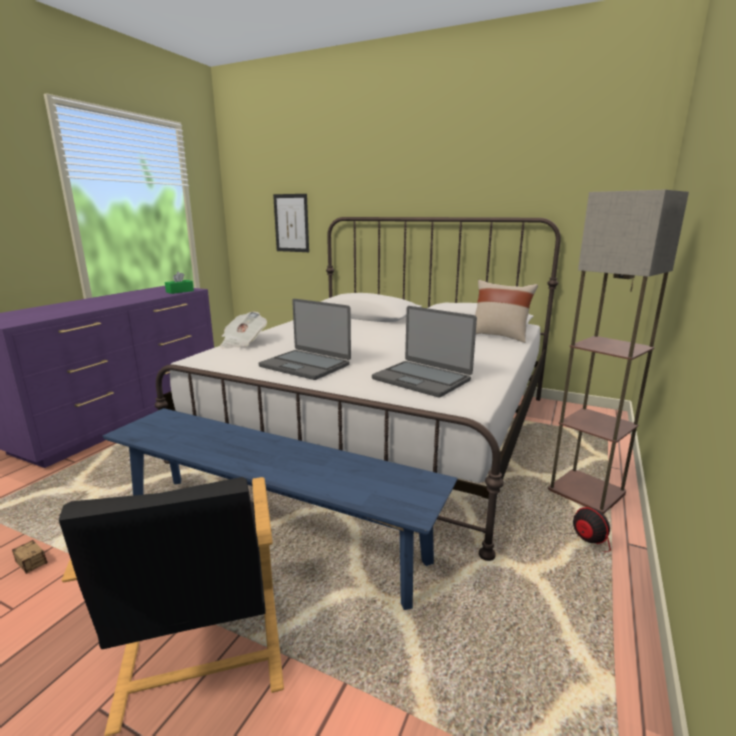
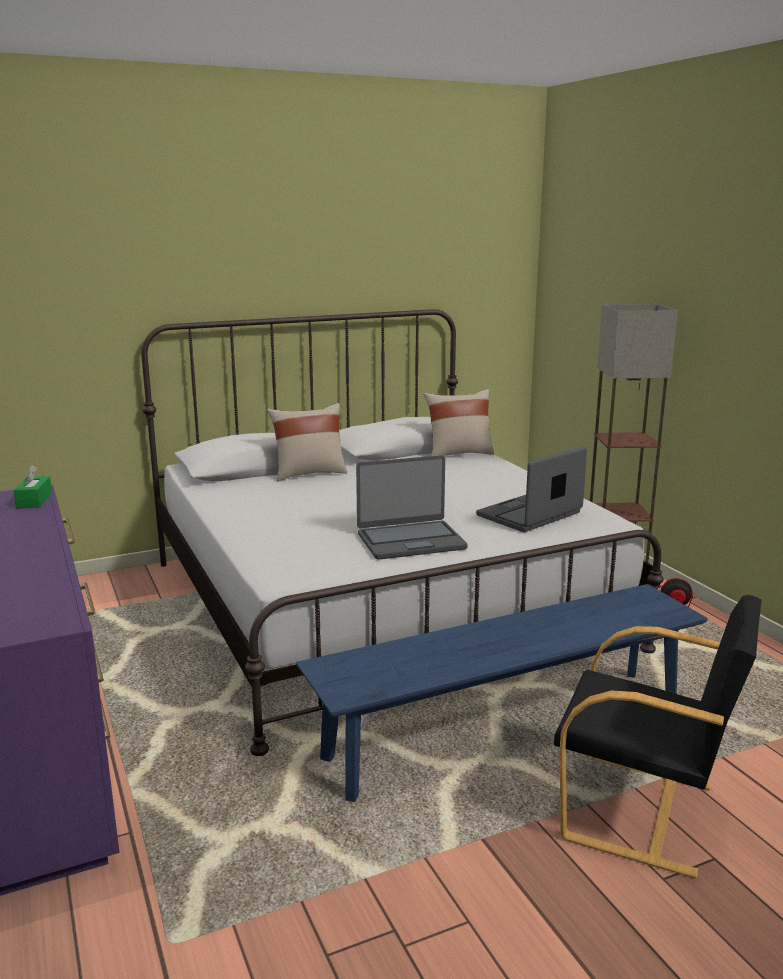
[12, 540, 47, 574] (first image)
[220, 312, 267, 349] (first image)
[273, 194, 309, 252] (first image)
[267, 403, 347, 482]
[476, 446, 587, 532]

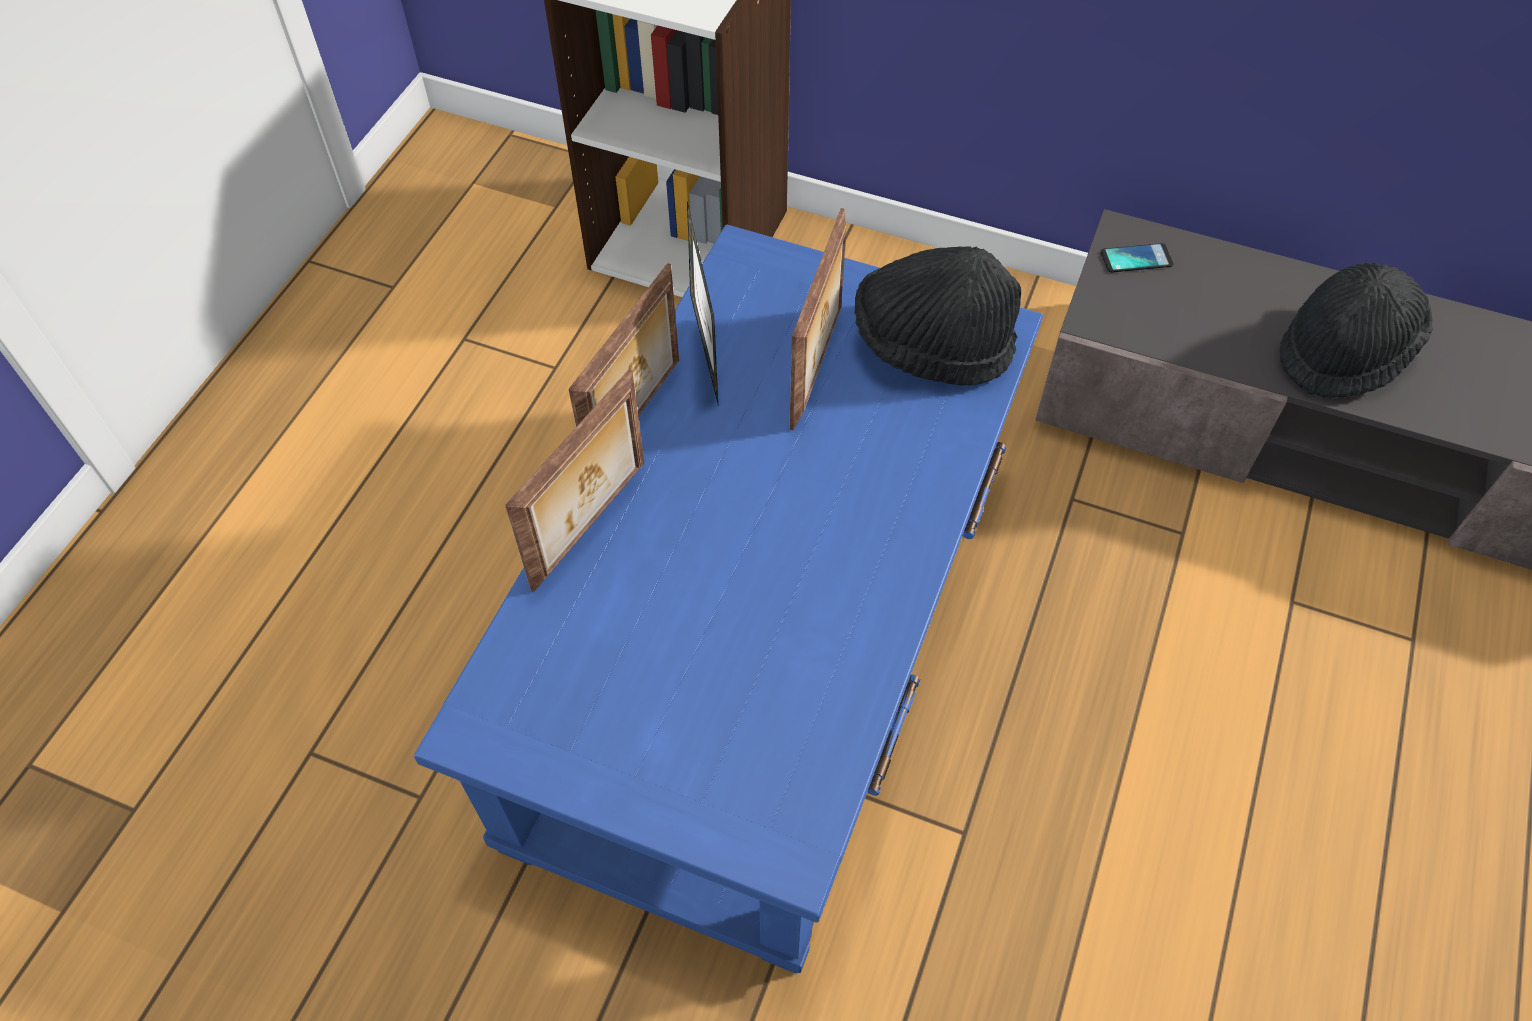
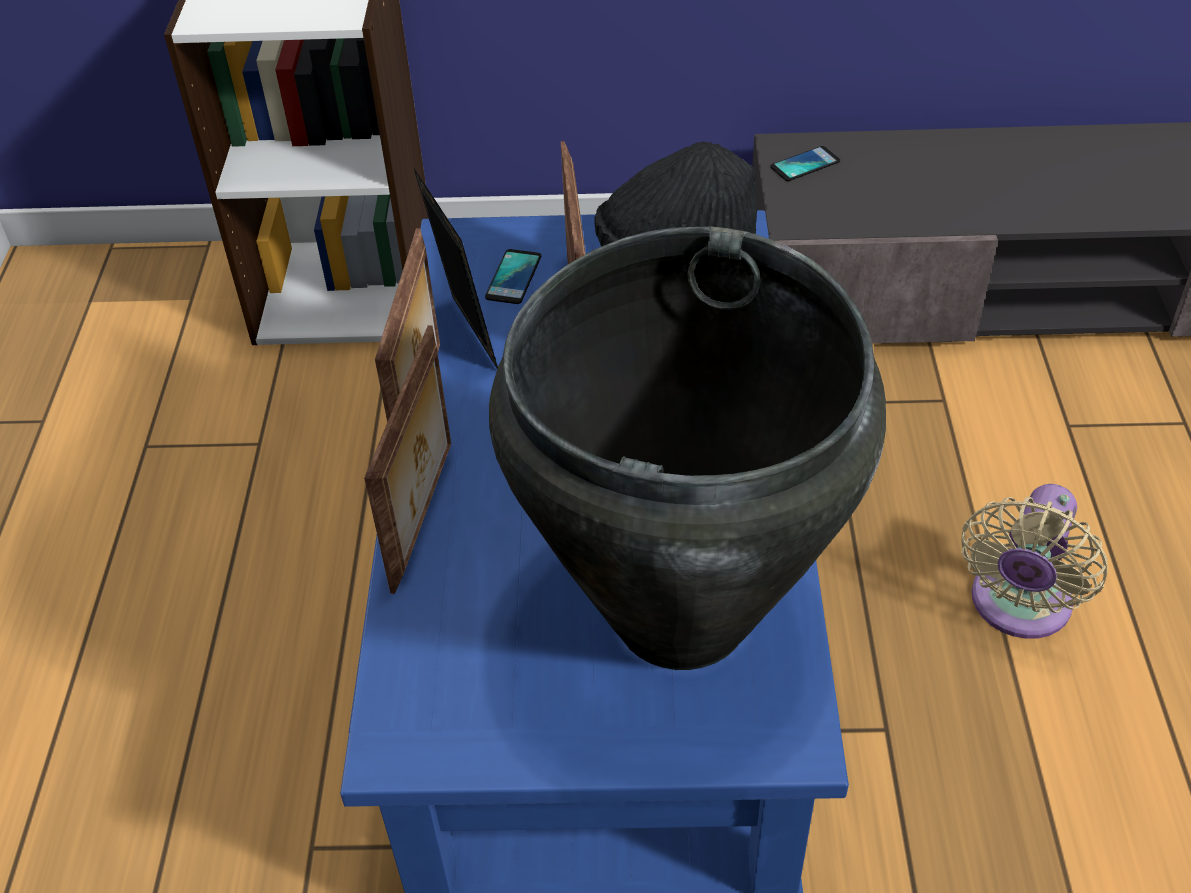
[1280, 263, 1433, 398] (first image)
[485, 249, 541, 304]
[489, 226, 886, 670]
[961, 484, 1108, 639]

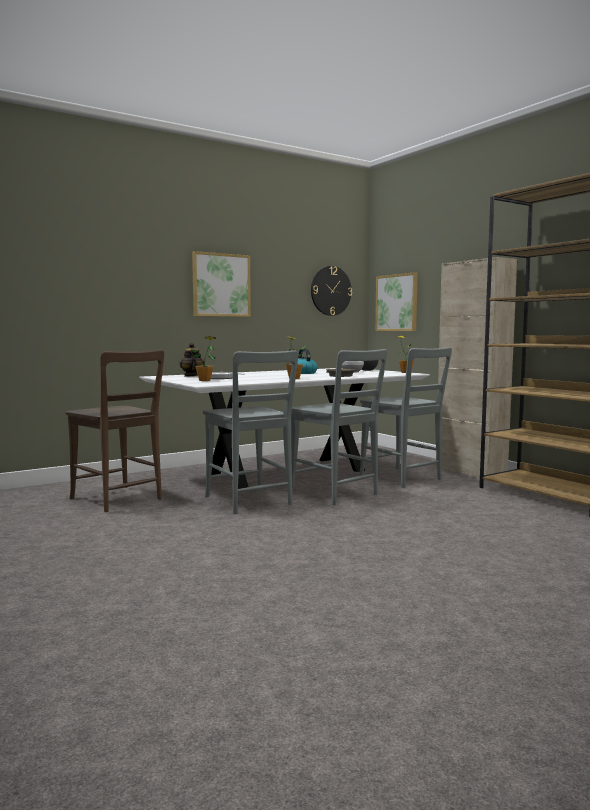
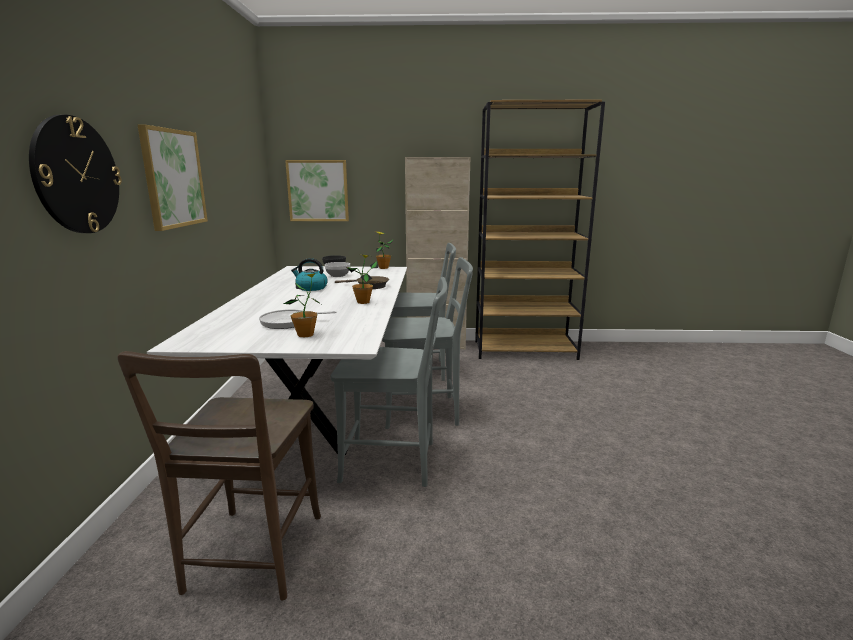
[179, 343, 204, 377] (first image)
[29, 115, 122, 233]
[118, 351, 321, 600]

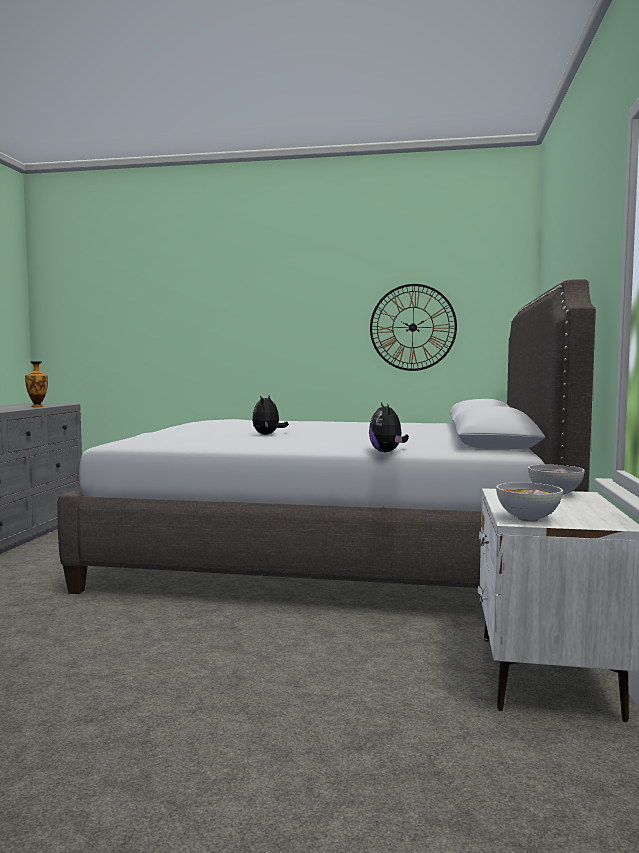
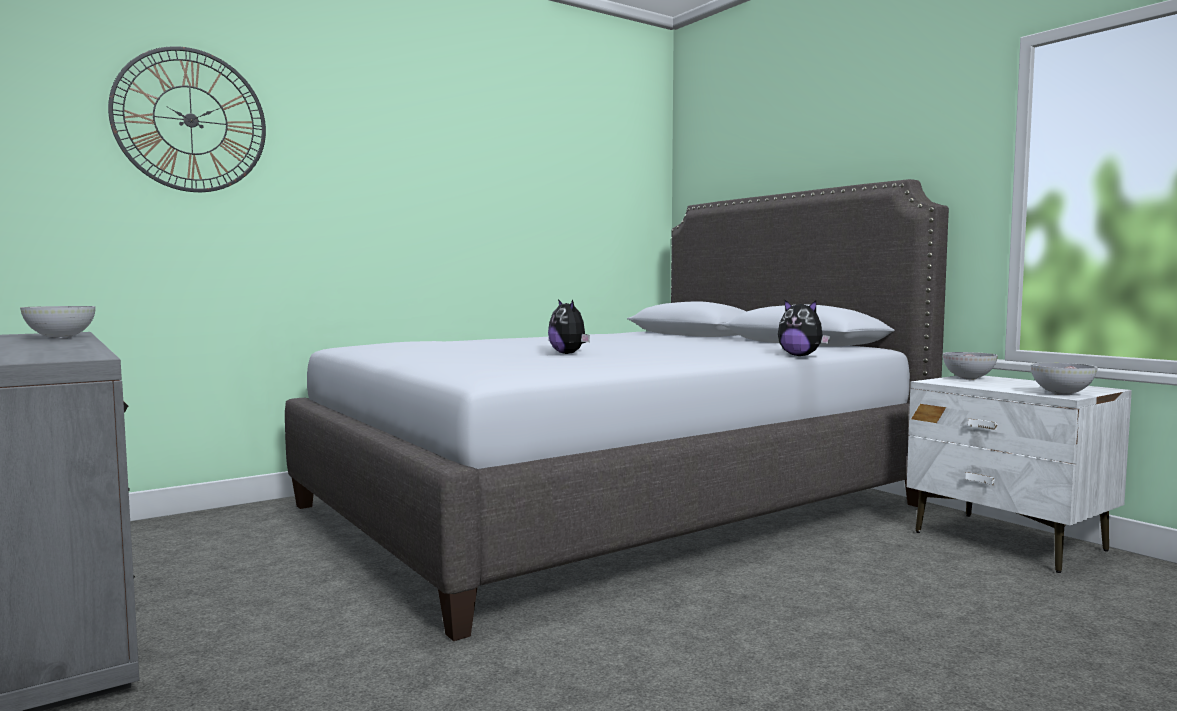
[108, 46, 266, 192]
[20, 306, 96, 339]

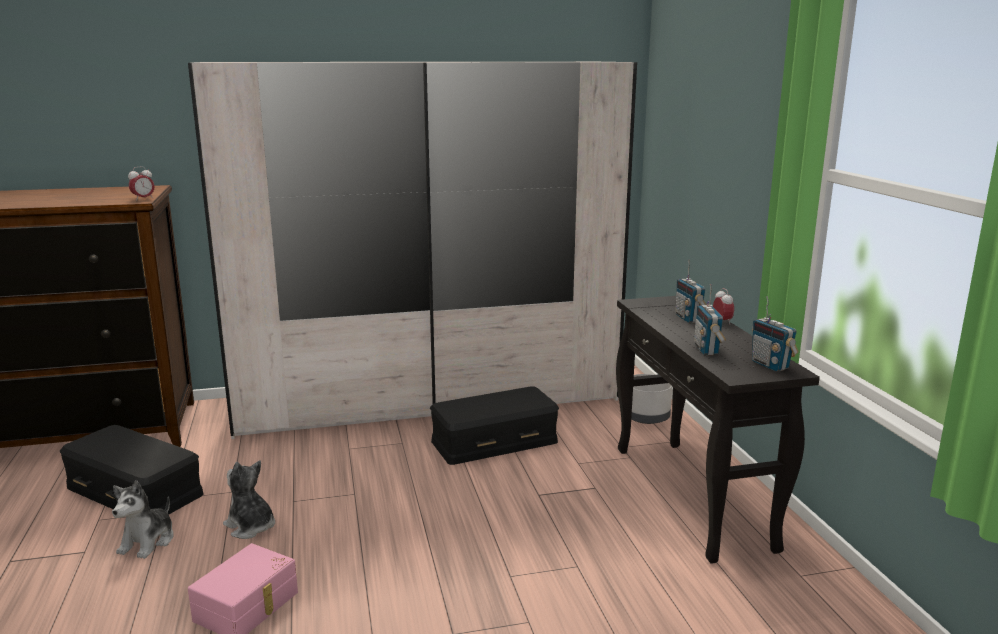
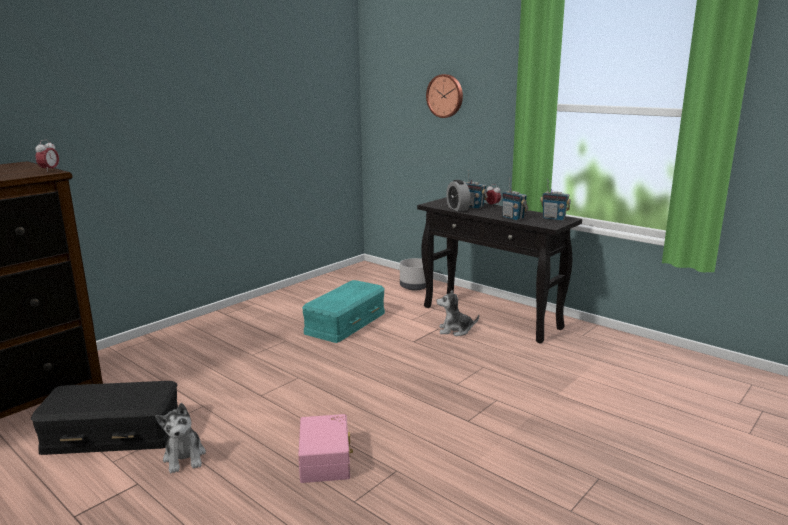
[188, 62, 637, 439] (first image)
[426, 74, 463, 118]
[446, 180, 470, 211]
[436, 290, 479, 336]
[302, 280, 385, 343]

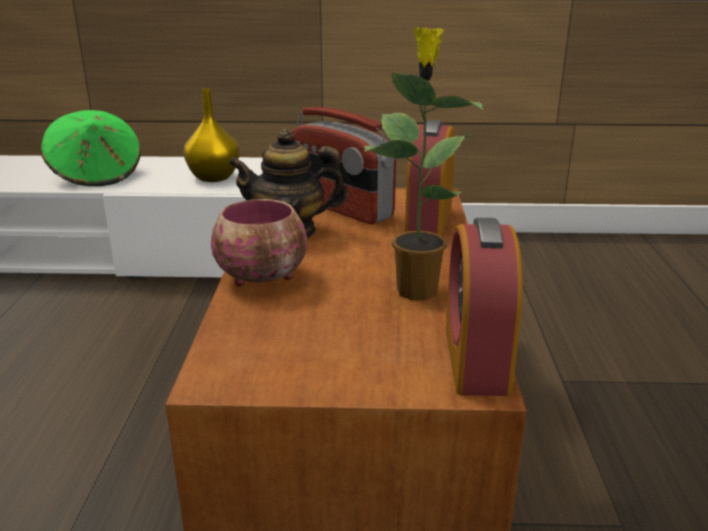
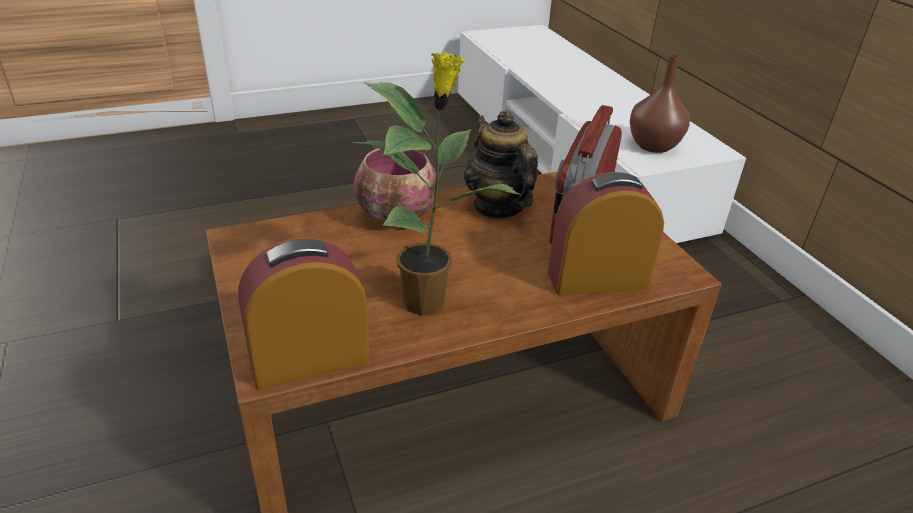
[41, 110, 141, 186] (first image)
[630, 54, 690, 153]

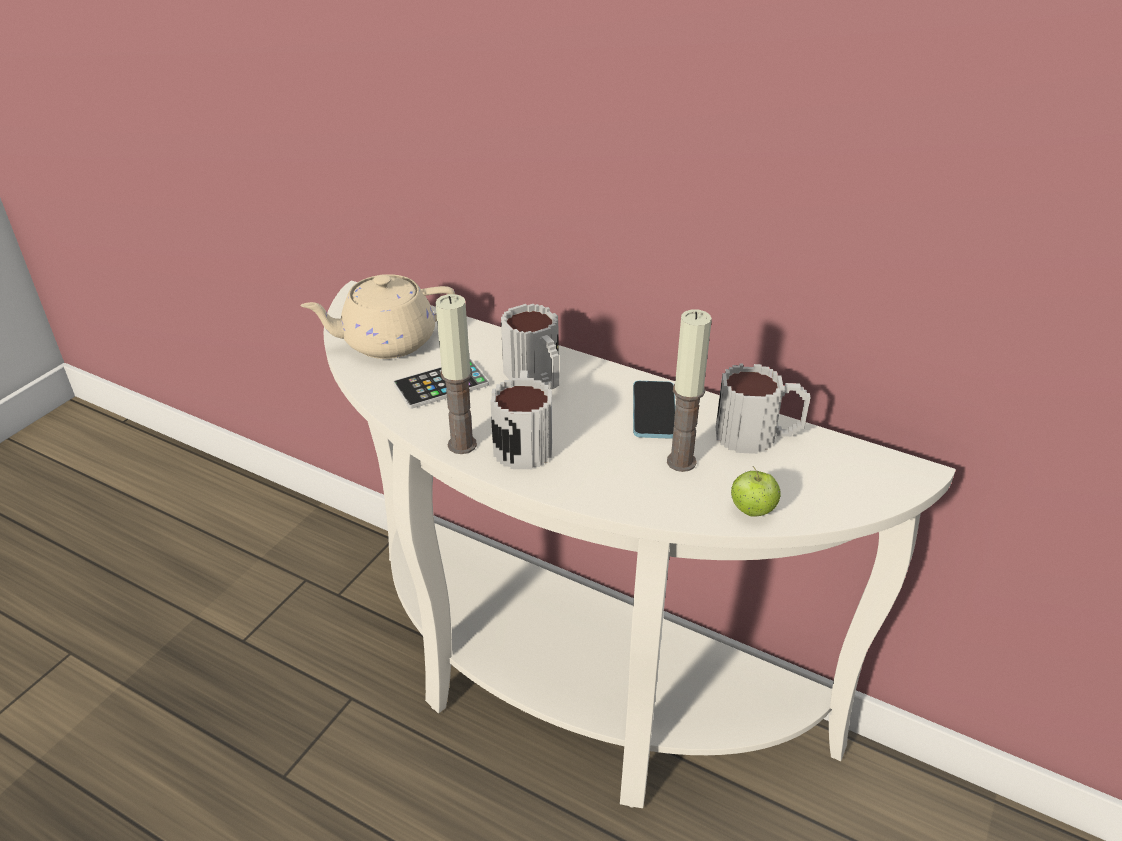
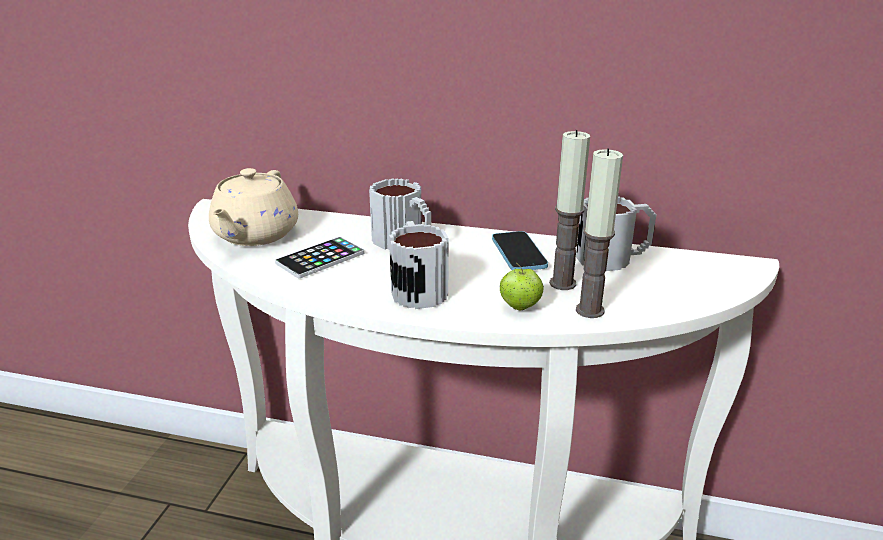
[576, 148, 623, 318]
[500, 262, 544, 310]
[209, 168, 298, 246]

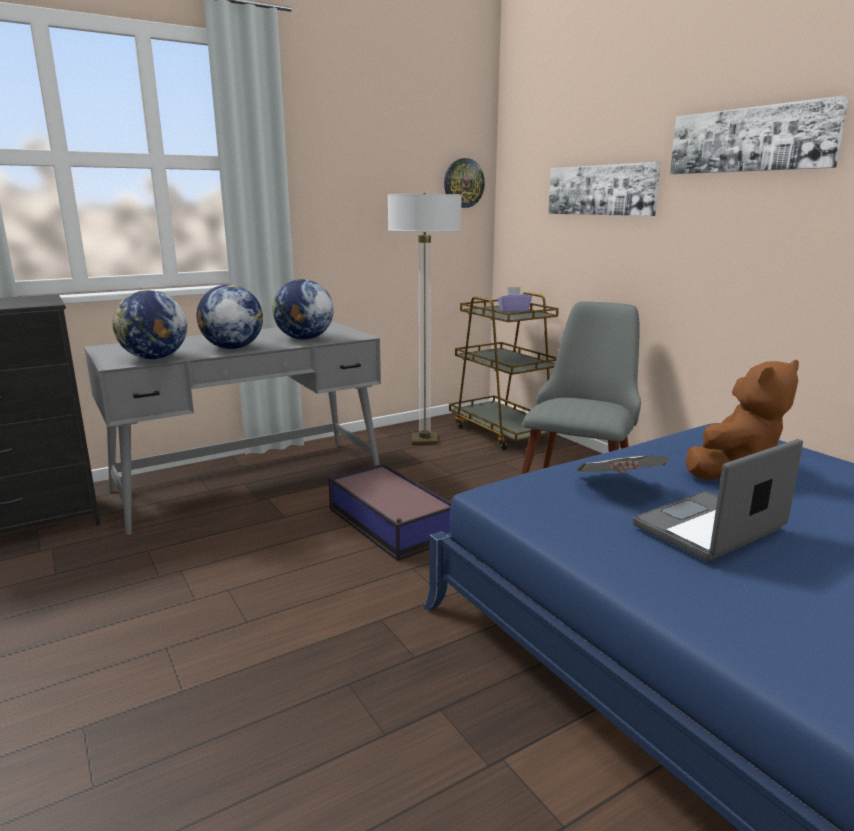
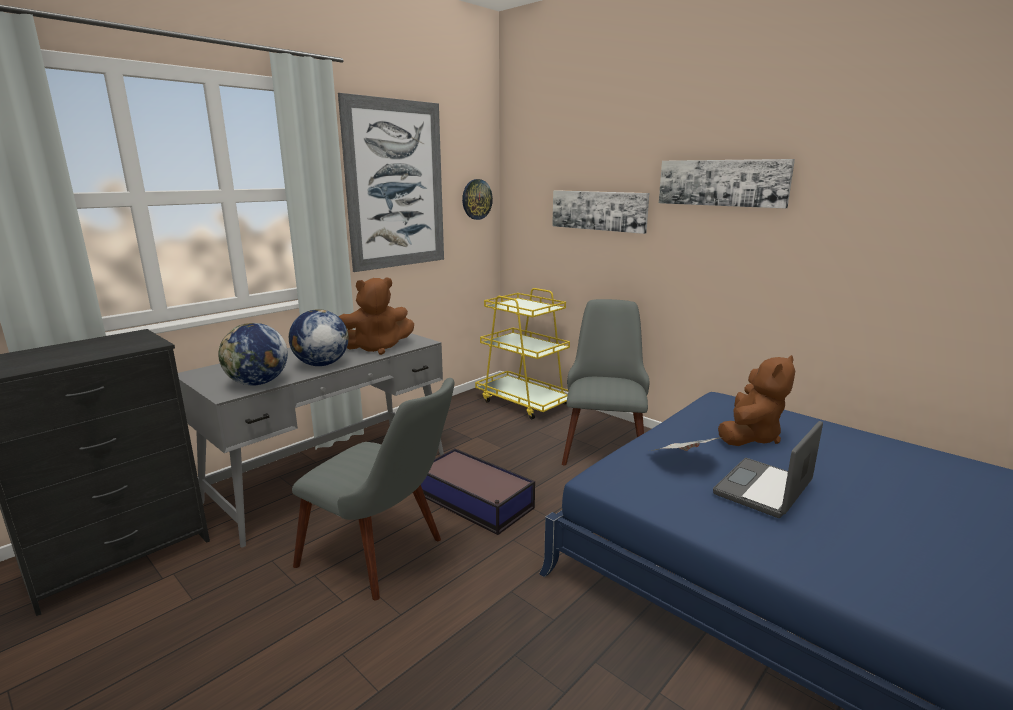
[388, 193, 462, 444] (first image)
[497, 287, 532, 313] (first image)
[292, 378, 455, 600]
[338, 93, 444, 272]
[339, 278, 414, 355]
[475, 288, 570, 419]

